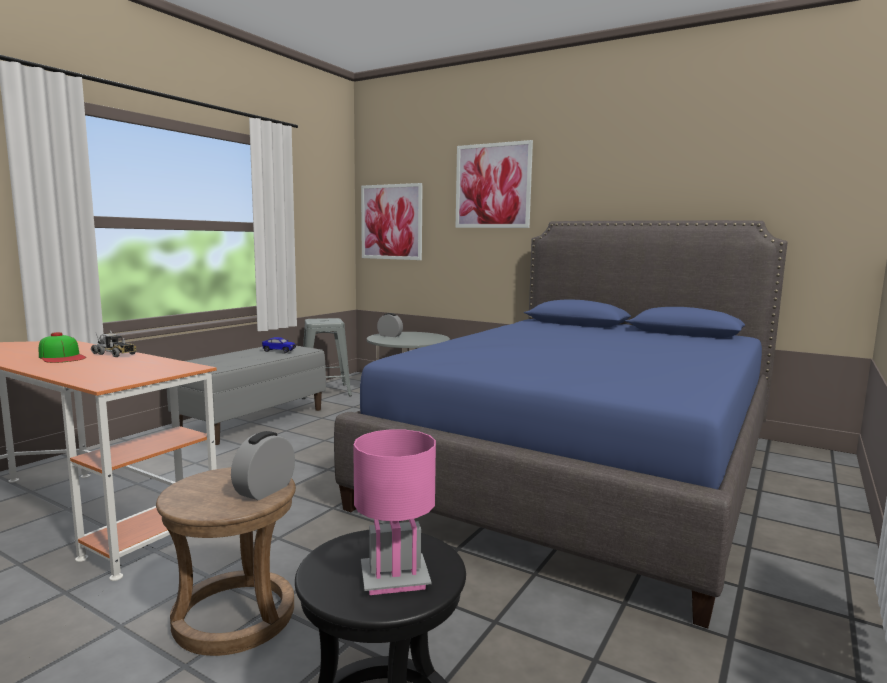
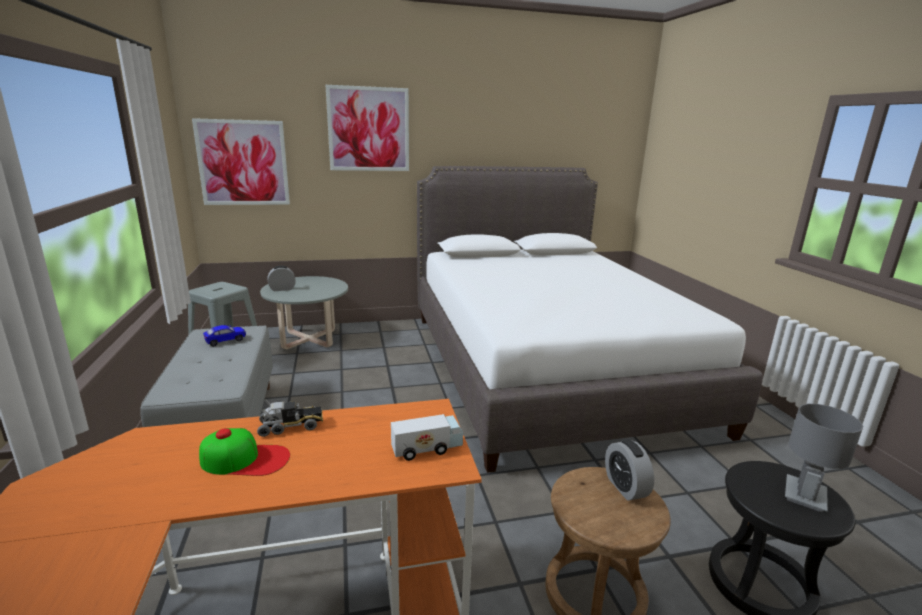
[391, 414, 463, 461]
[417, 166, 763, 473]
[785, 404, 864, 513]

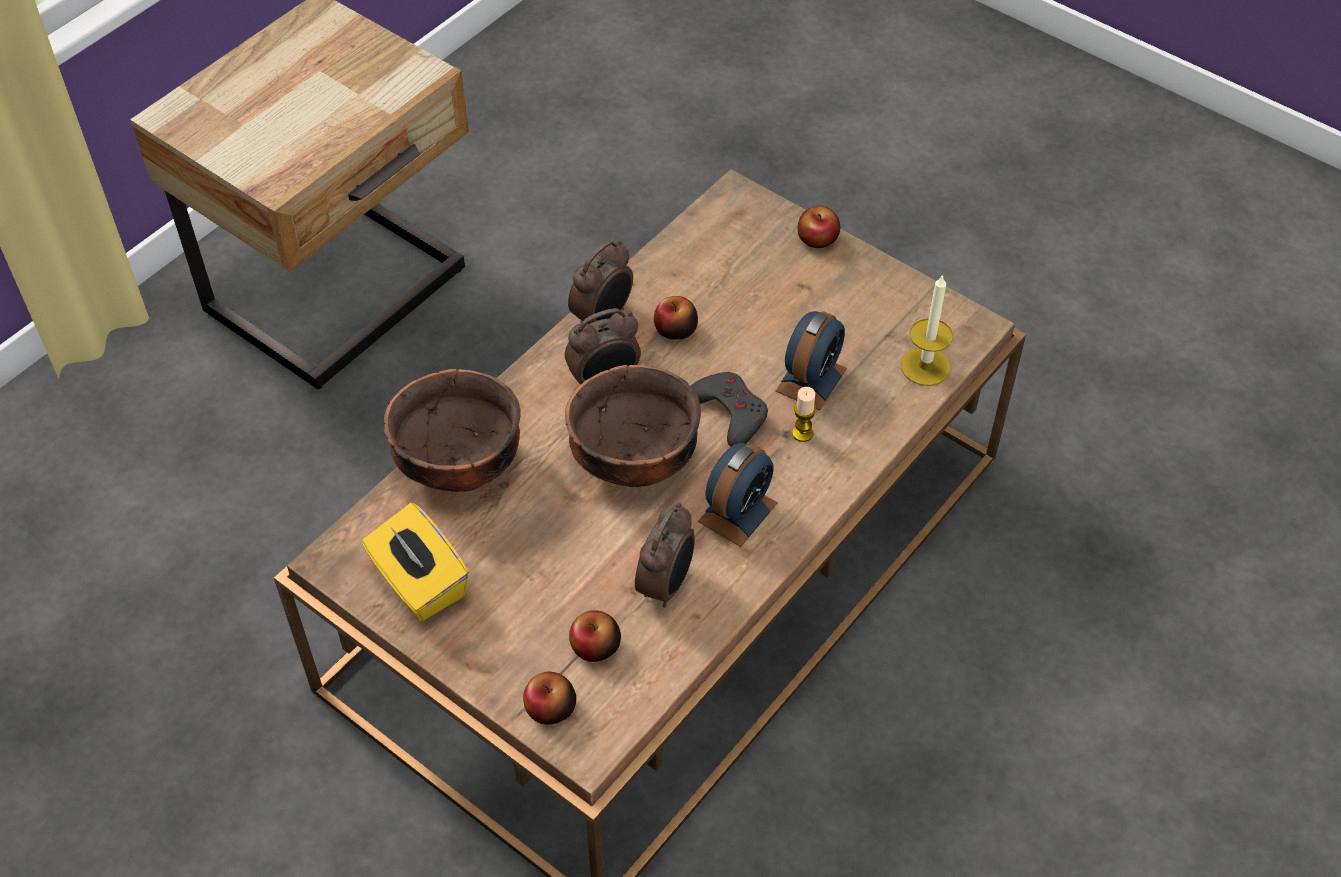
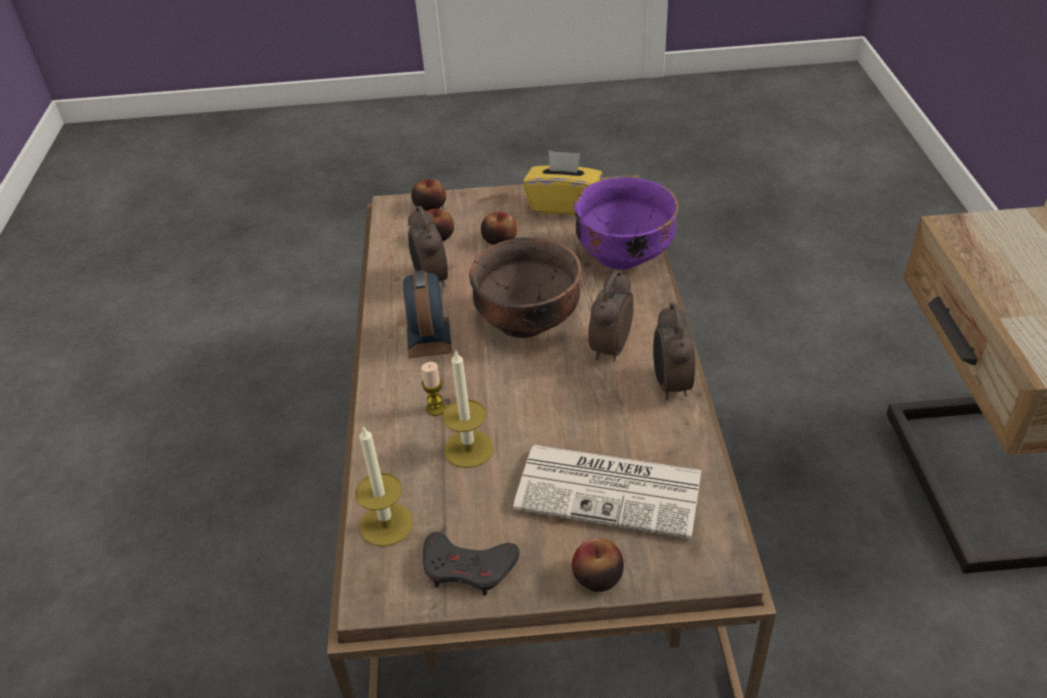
[513, 445, 702, 539]
[481, 212, 517, 245]
[423, 532, 519, 595]
[443, 351, 493, 468]
[574, 177, 679, 270]

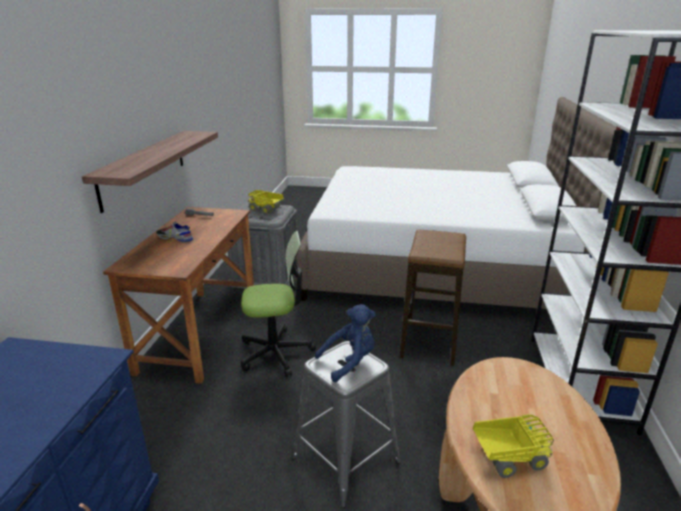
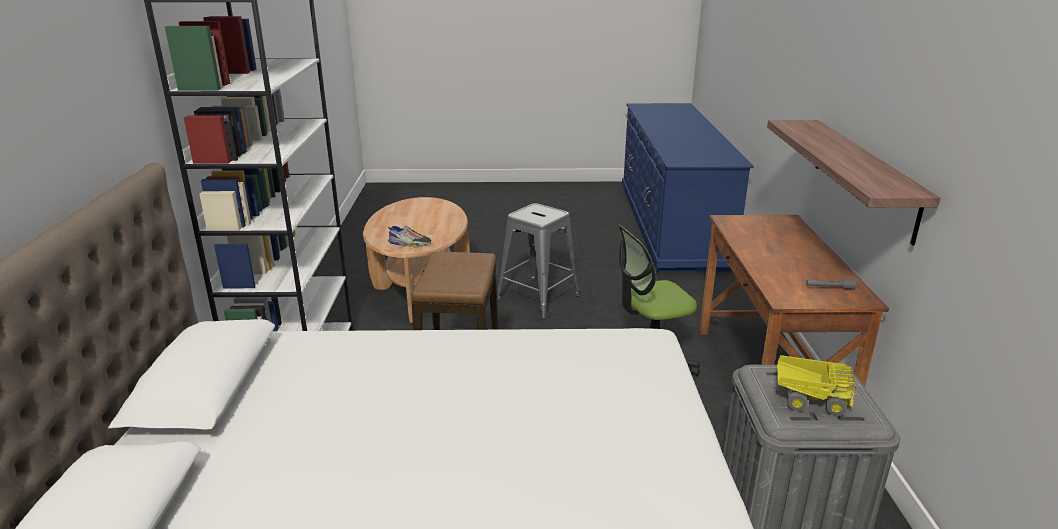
[315, 304, 376, 382] (first image)
[473, 414, 554, 478] (first image)
[388, 225, 431, 249]

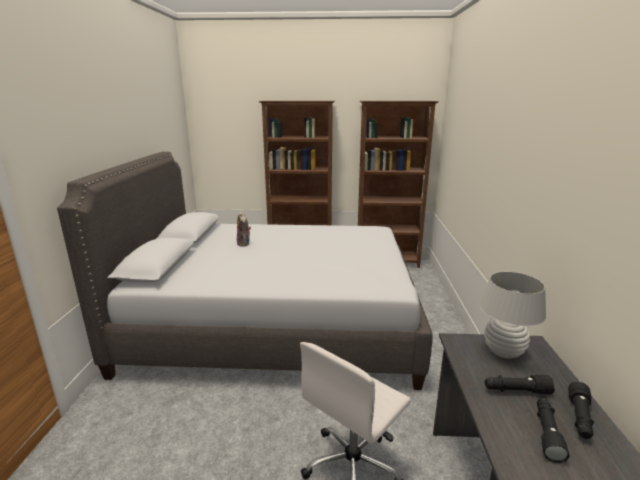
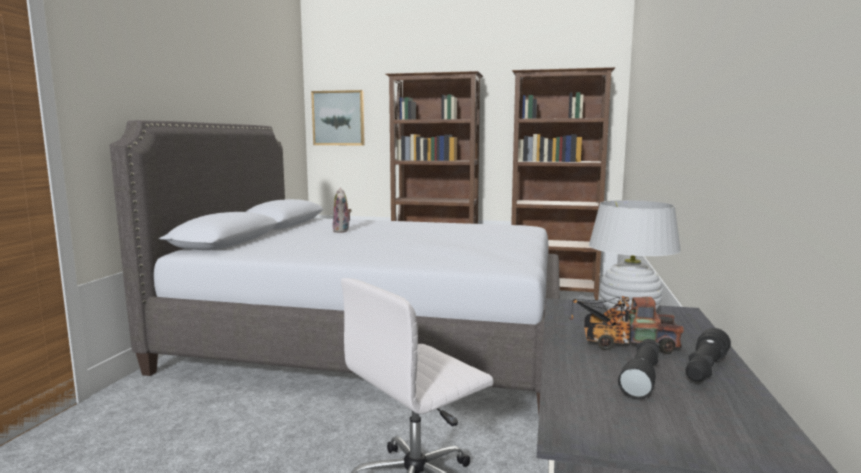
[311, 90, 365, 145]
[569, 296, 684, 354]

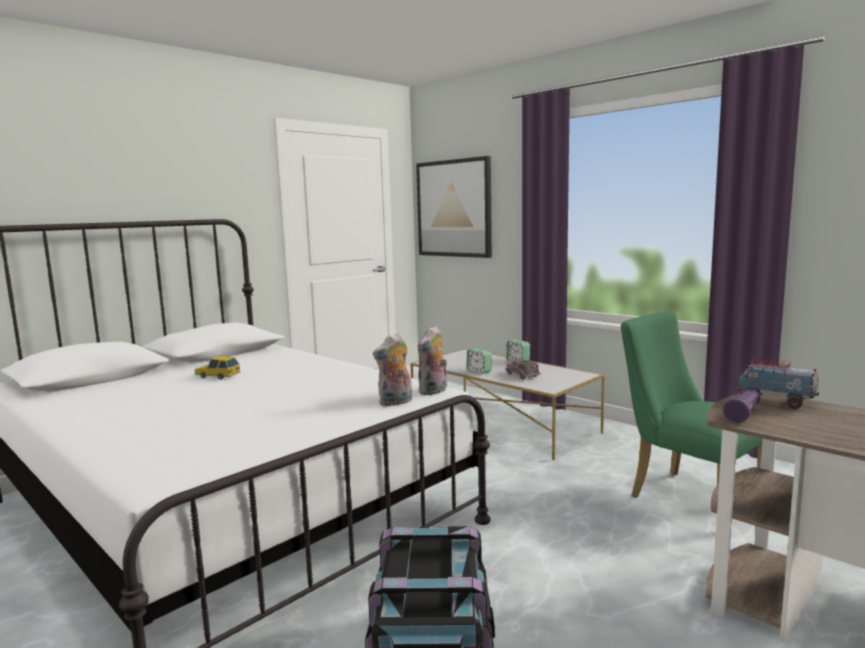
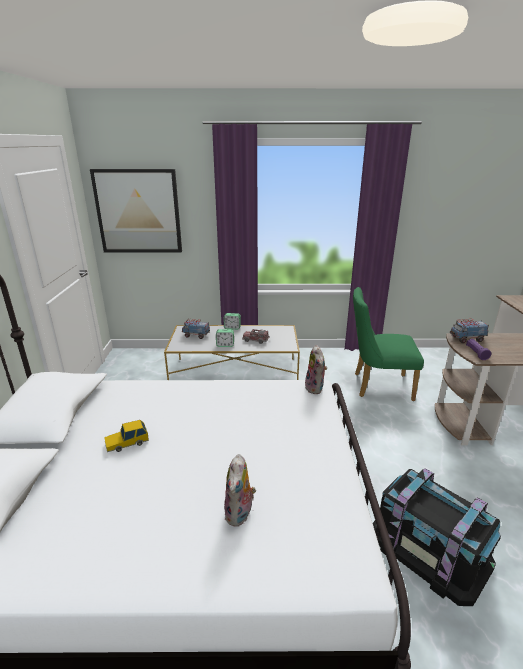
[182, 319, 210, 339]
[224, 454, 256, 527]

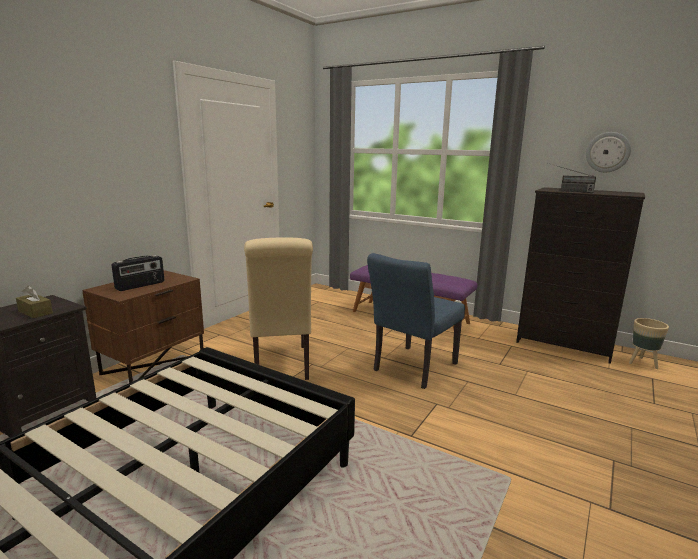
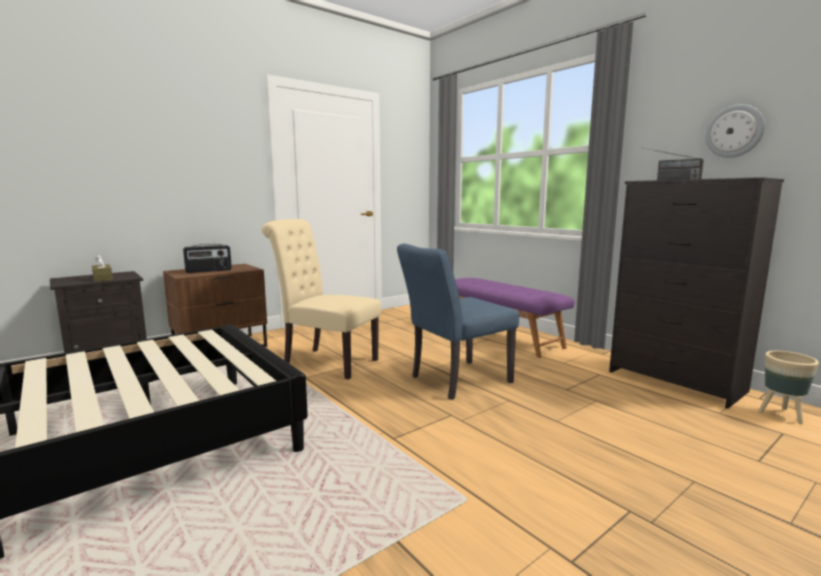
[262, 219, 381, 380]

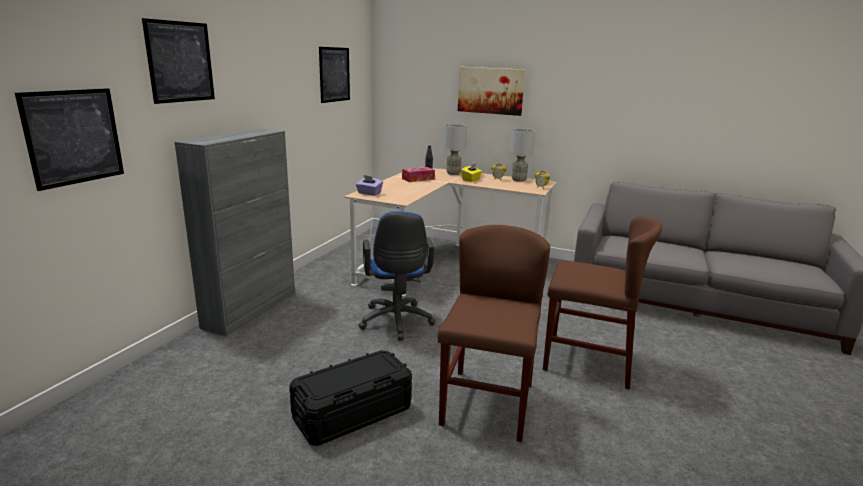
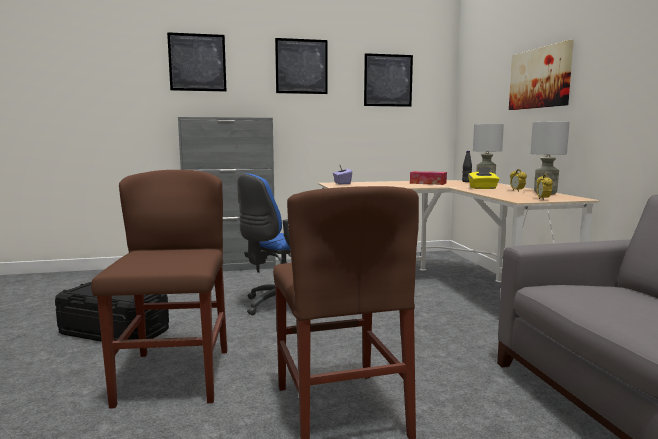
[275, 38, 328, 94]
[91, 170, 227, 409]

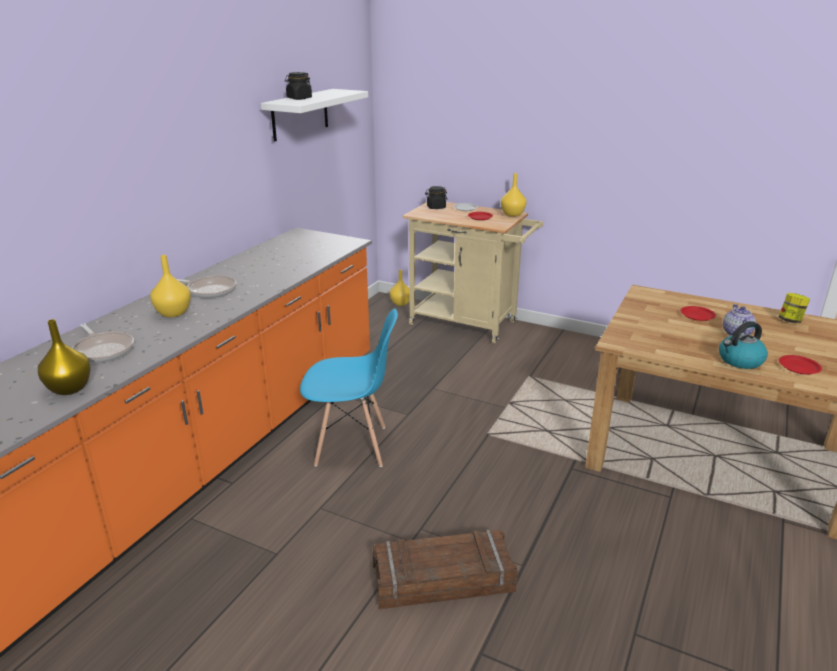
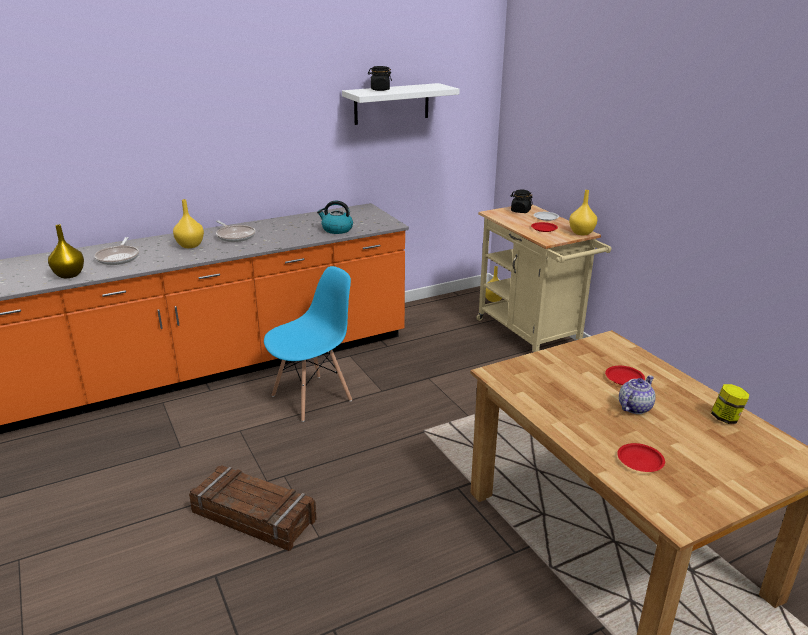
[317, 201, 353, 234]
[264, 266, 352, 422]

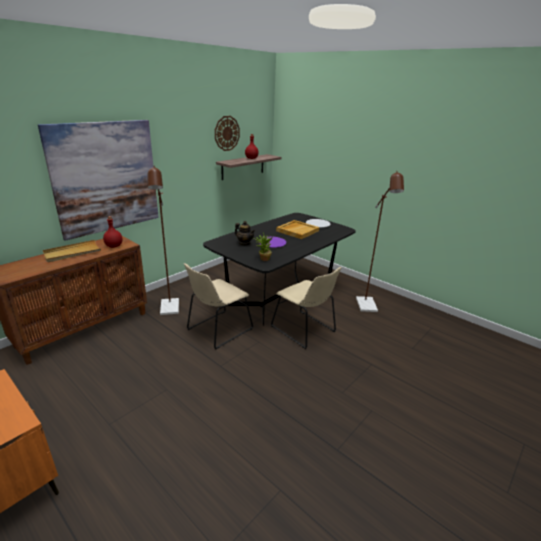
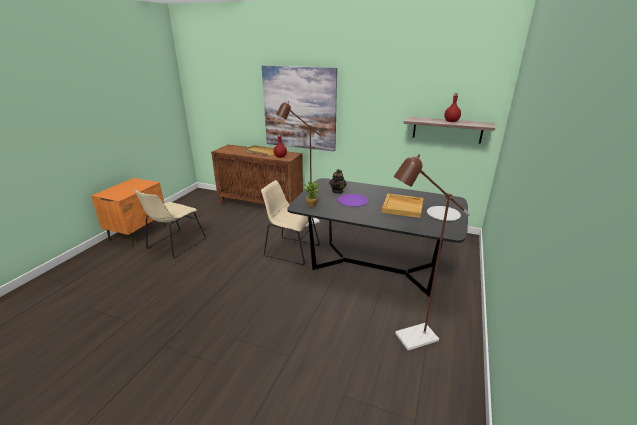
[215, 116, 240, 151] (first image)
[133, 189, 206, 259]

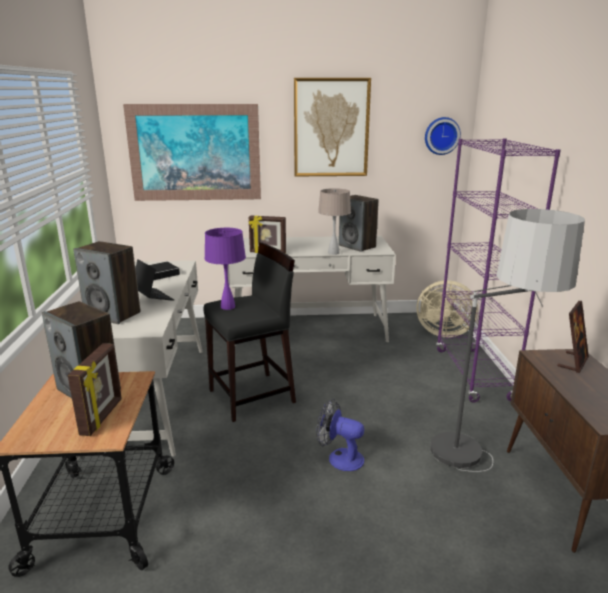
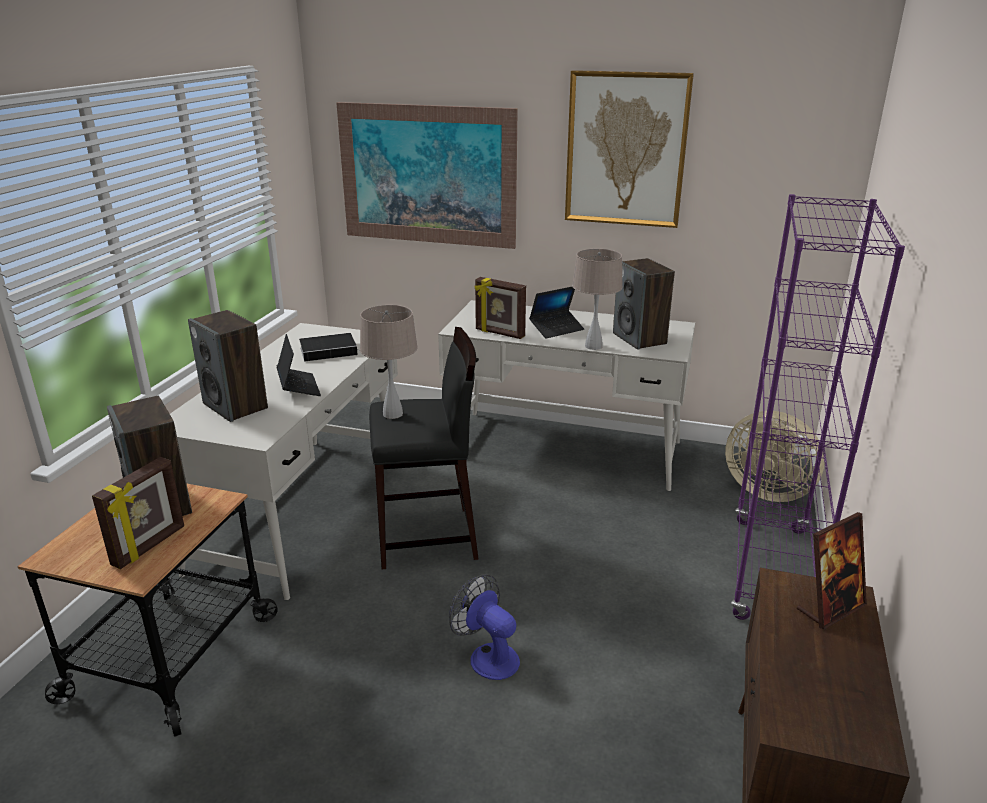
[425, 117, 461, 155] (first image)
[430, 209, 585, 472] (first image)
[529, 287, 584, 339]
[360, 305, 418, 419]

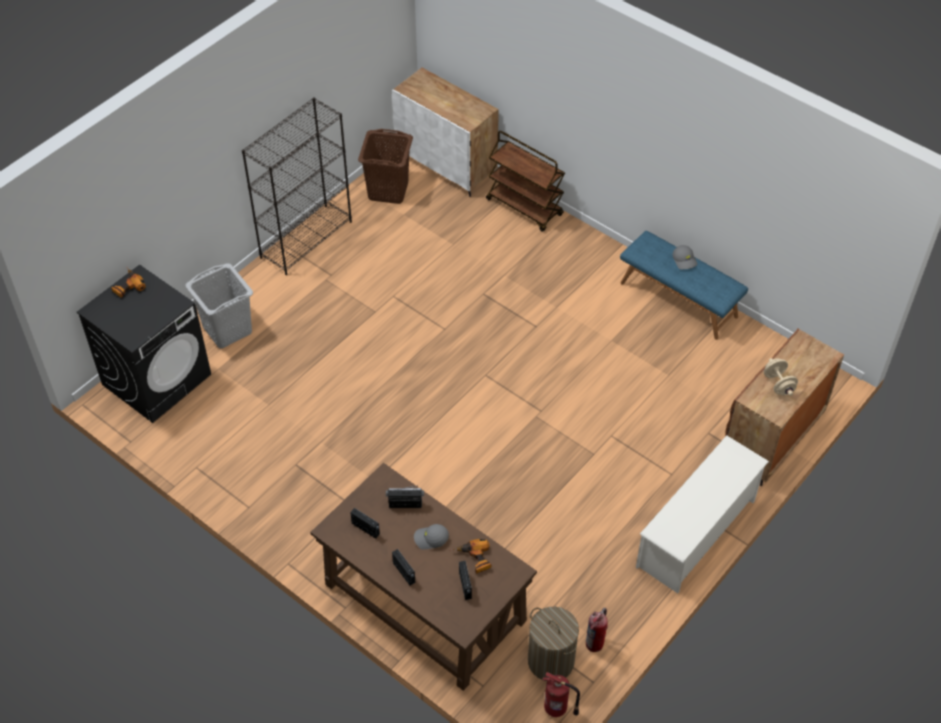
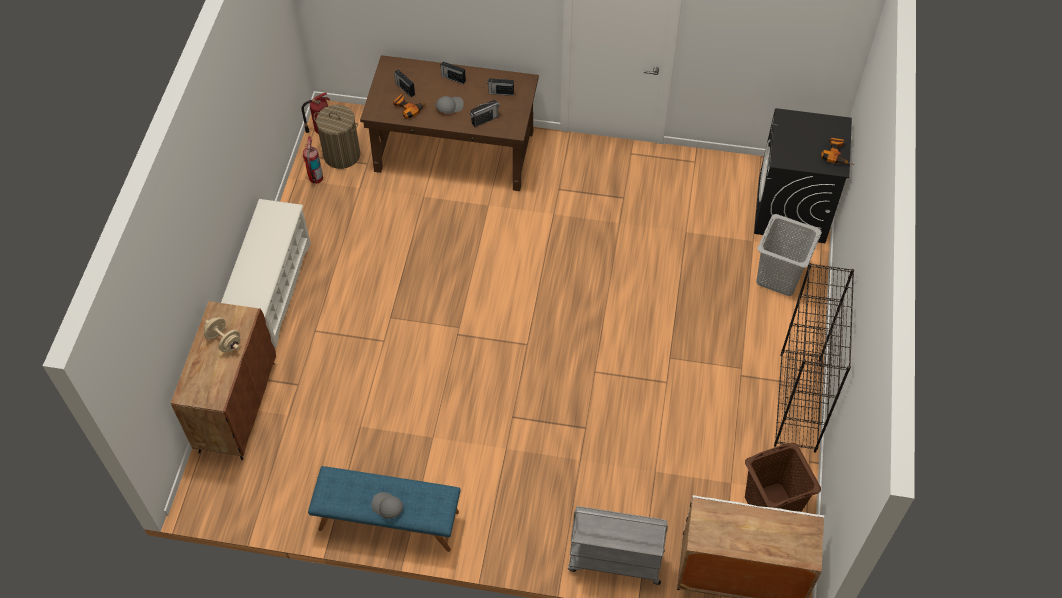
[568, 506, 668, 585]

